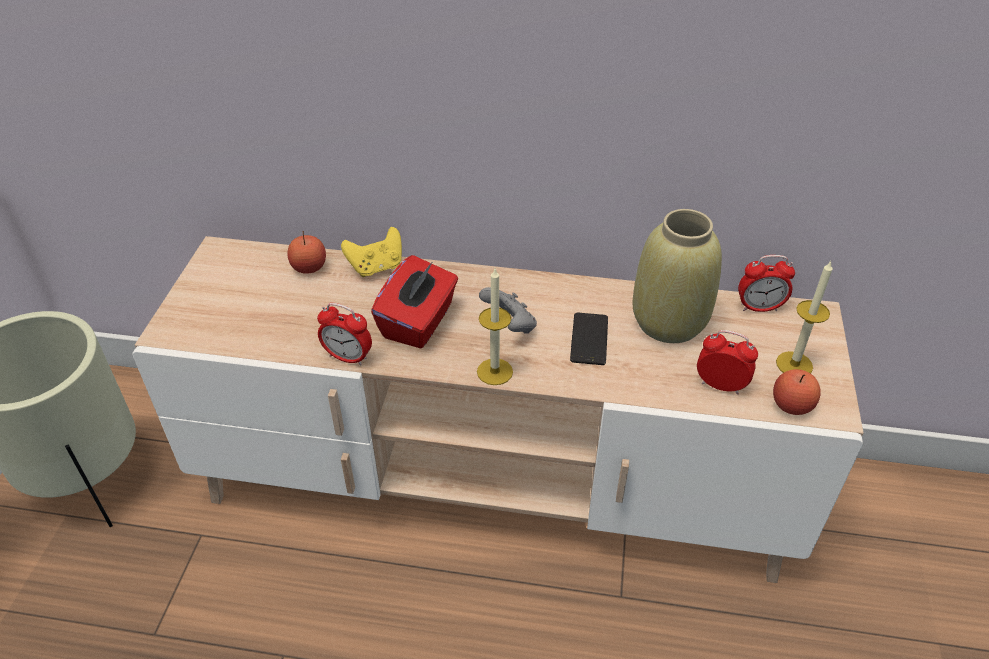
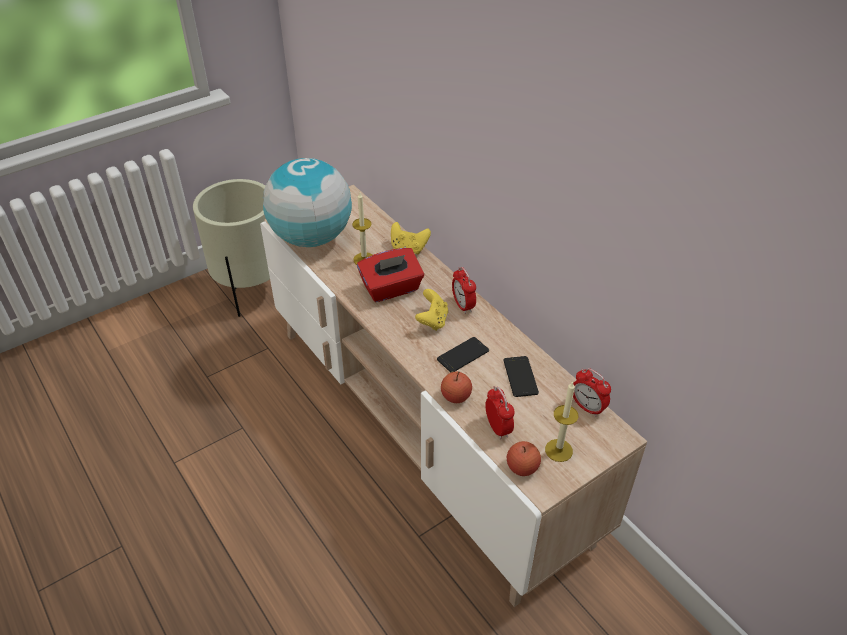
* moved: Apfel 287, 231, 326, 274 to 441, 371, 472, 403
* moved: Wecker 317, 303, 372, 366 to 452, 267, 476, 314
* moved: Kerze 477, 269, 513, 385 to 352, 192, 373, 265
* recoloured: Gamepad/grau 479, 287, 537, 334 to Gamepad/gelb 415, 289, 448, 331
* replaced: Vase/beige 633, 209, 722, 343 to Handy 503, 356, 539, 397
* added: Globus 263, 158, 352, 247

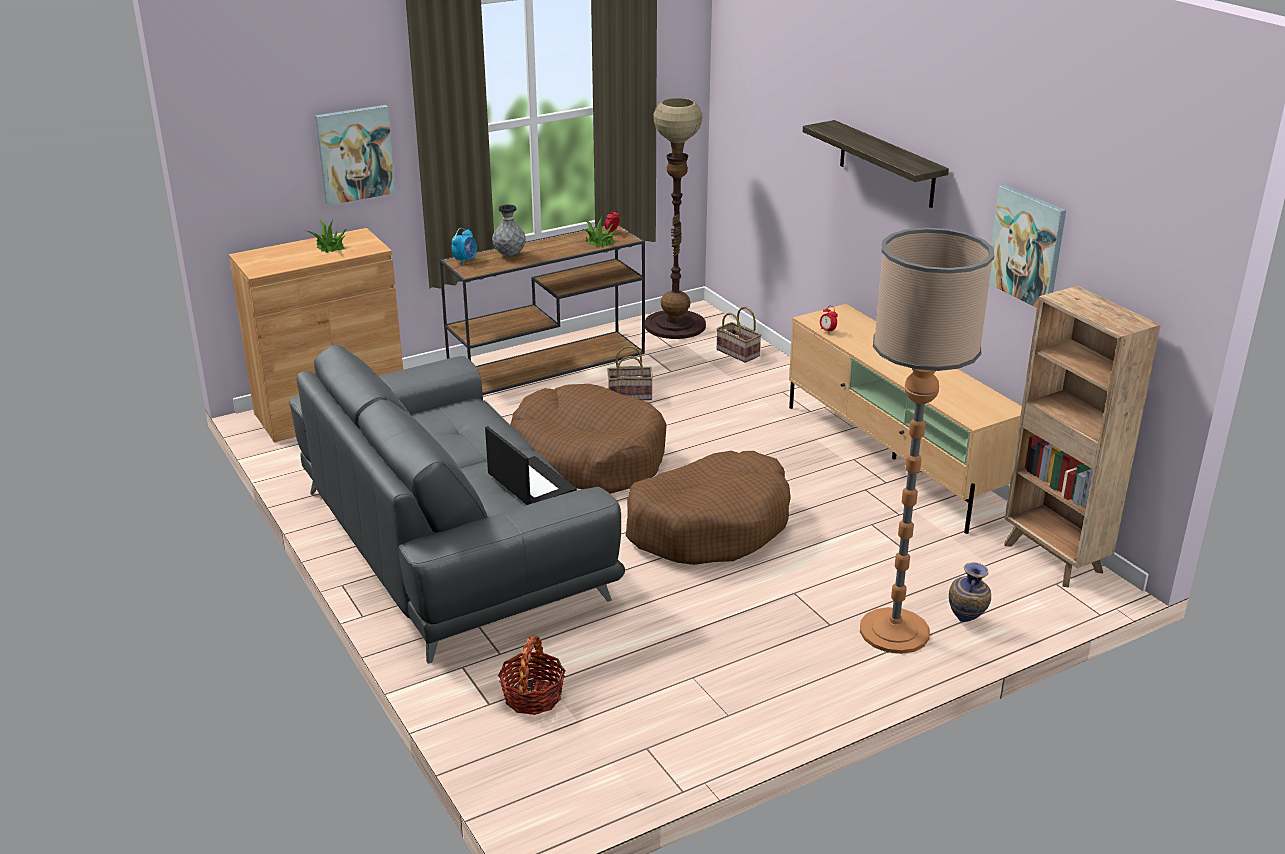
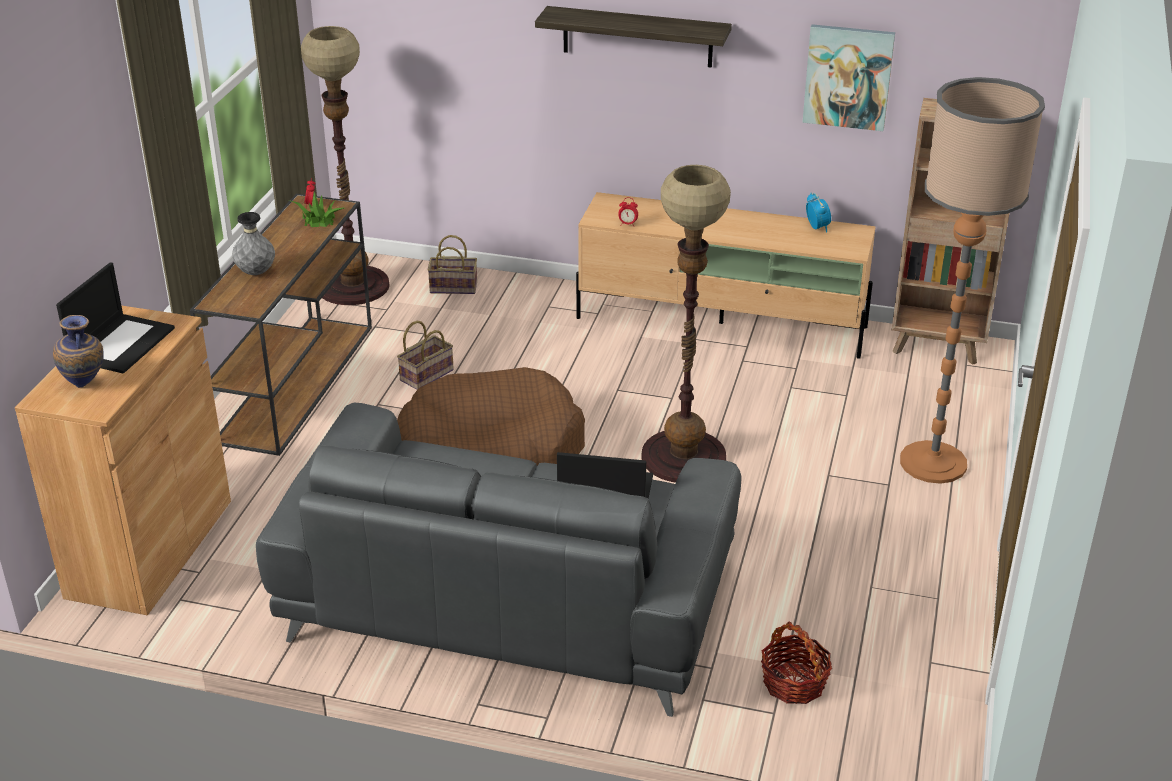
* replaced: Topfpflanze 307, 220, 346, 253 to Laptop 56, 262, 175, 373
* removed: Bild 315, 105, 396, 205
* moved: Wecker 452, 228, 477, 265 to 806, 193, 831, 233
* replaced: Hundebett/braun 626, 451, 791, 565 to Stehlampe 641, 165, 731, 483
* moved: Vase 949, 562, 991, 622 to 53, 315, 104, 388

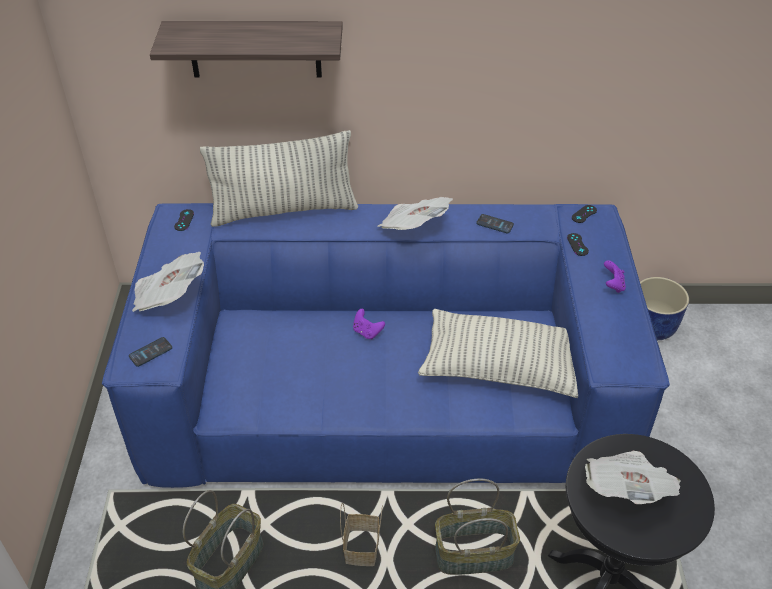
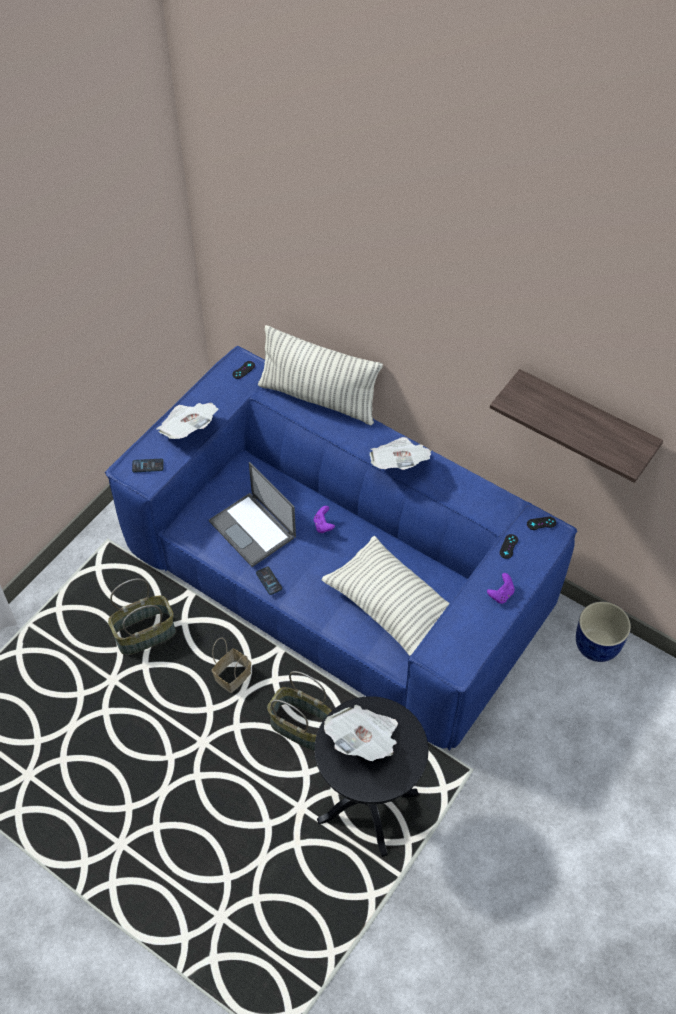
* moved: Wandregal 150, 21, 343, 78 to 490, 369, 663, 483
* moved: Handy 476, 214, 514, 233 to 256, 566, 282, 595
* added: Laptop 209, 462, 296, 567

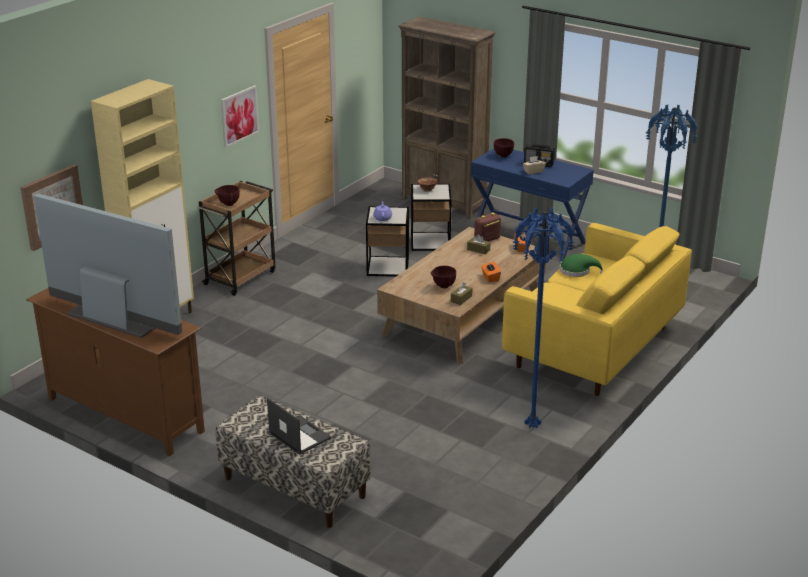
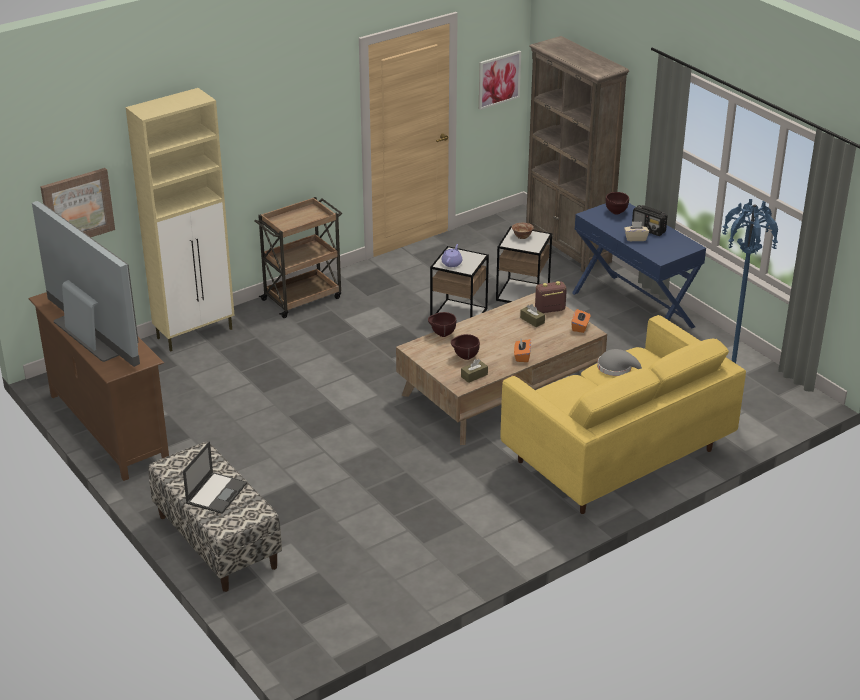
* moved: Schüssel/braun 215, 185, 240, 206 to 428, 312, 456, 337
* moved: Bild 221, 85, 259, 148 to 479, 51, 521, 110
* turned: Laptop 267, 398, 331, 455 = 183, 441, 247, 514 45 degrees clockwise
* removed: Stehlampe/blau 513, 208, 574, 428
* recoloured: Hut/grün 560, 254, 604, 277 to Hut/grau 597, 349, 642, 376

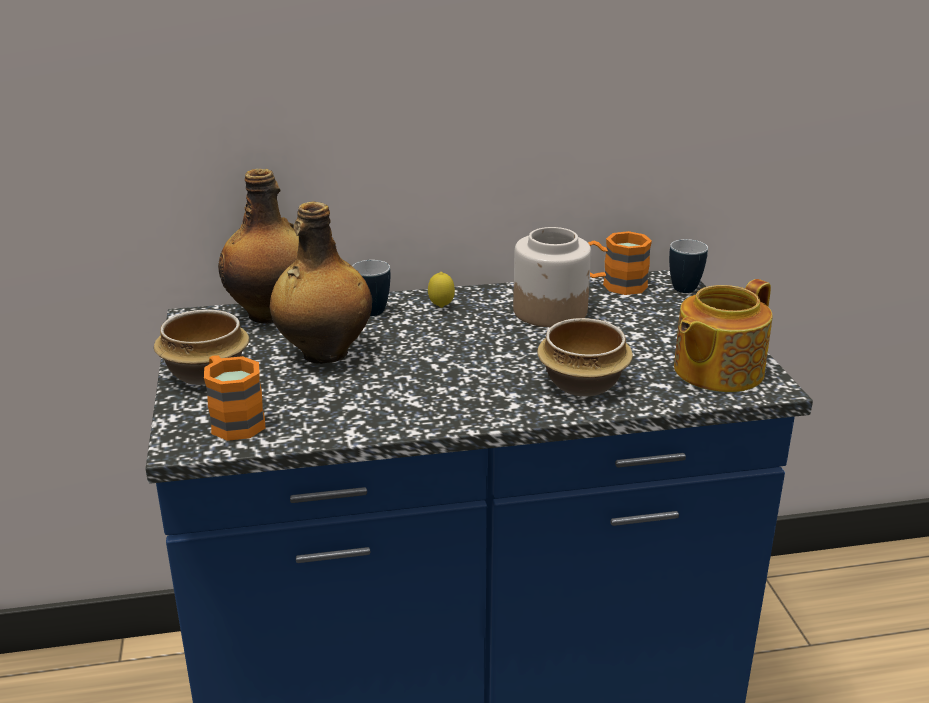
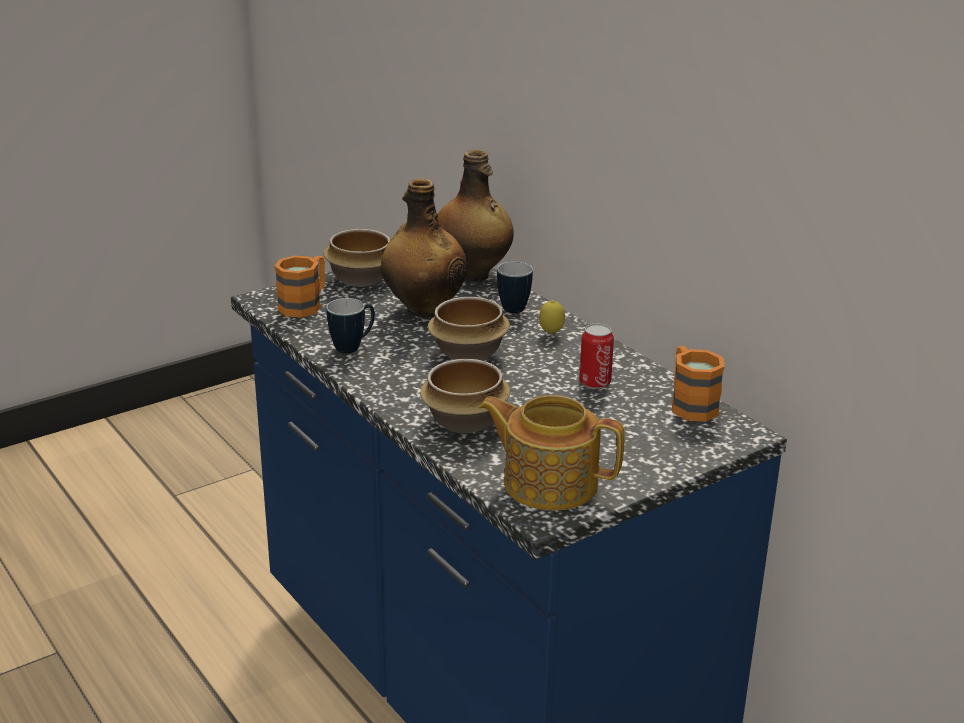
* replaced: Vorratsglas 513, 227, 591, 327 to Dose 579, 324, 614, 389
* moved: Henkelbecher 669, 239, 708, 293 to 326, 298, 375, 353
* added: Schüssel 428, 297, 510, 361

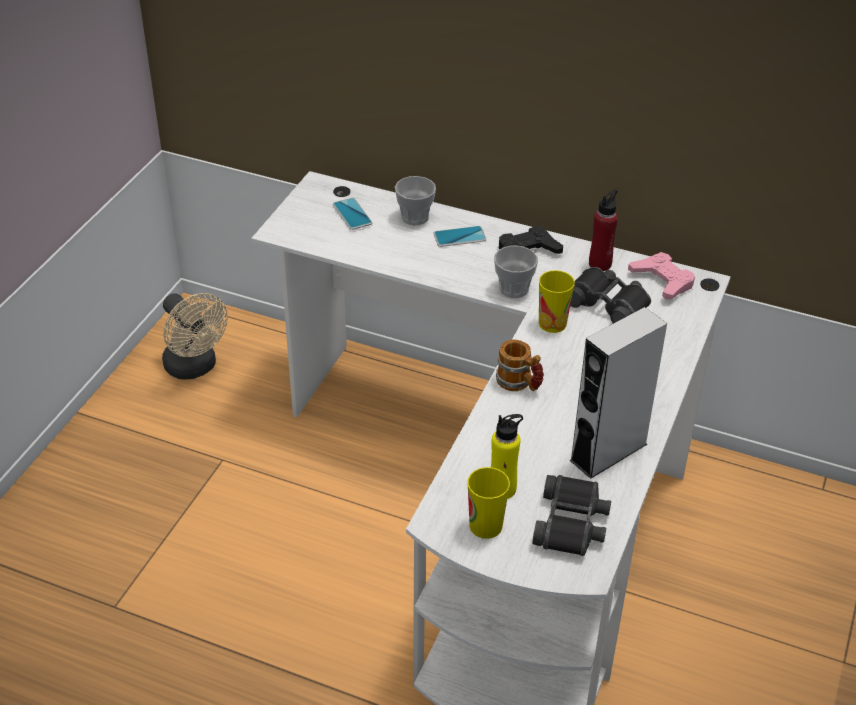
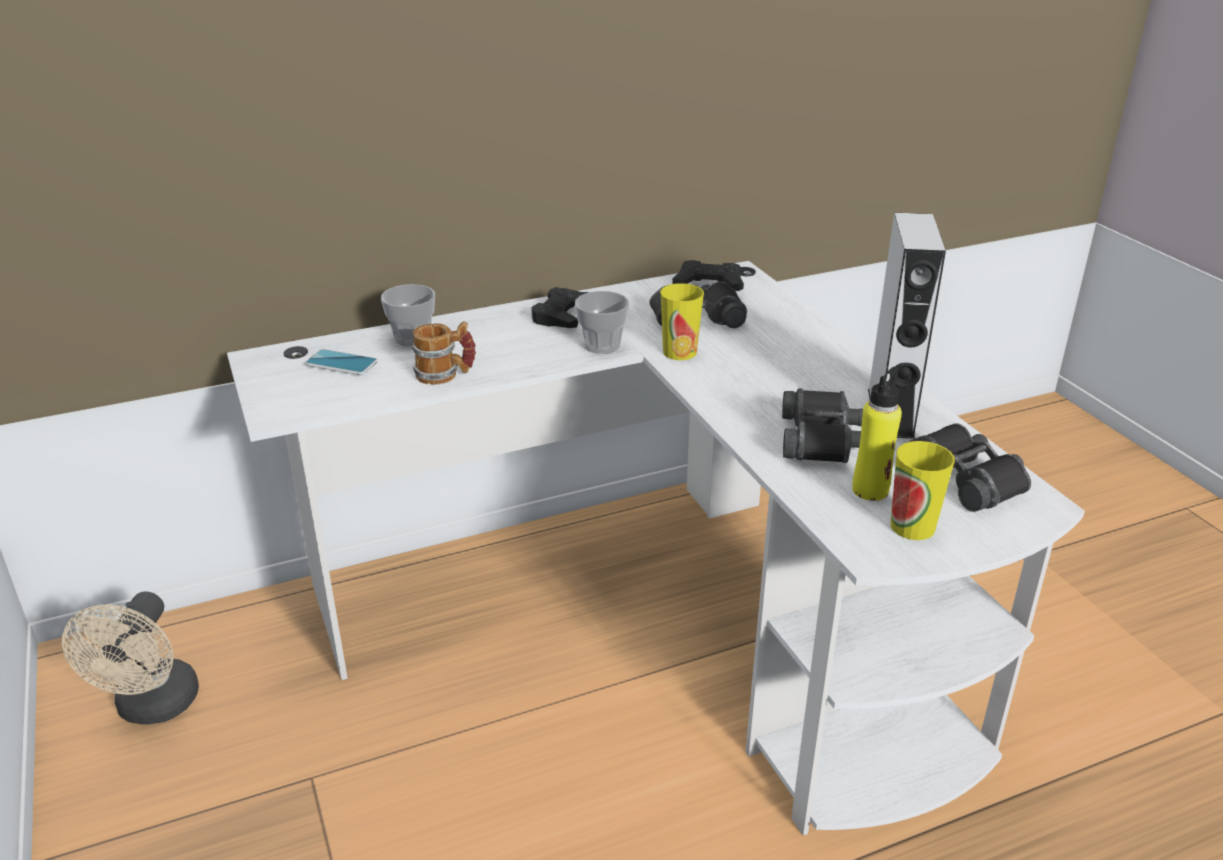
* turned: Ventilator/beige 162, 293, 228, 380 = 62, 592, 199, 724 90 degrees clockwise
* removed: Handy 433, 226, 487, 247
* moved: Henkelbecher 496, 340, 544, 391 to 412, 321, 476, 385
* removed: Flasche/rot 589, 189, 618, 271
* recoloured: Gamepad/rosa 628, 252, 695, 299 to Gamepad/schwarz 672, 260, 744, 291
* added: Fernglas/schwarz 782, 388, 863, 463

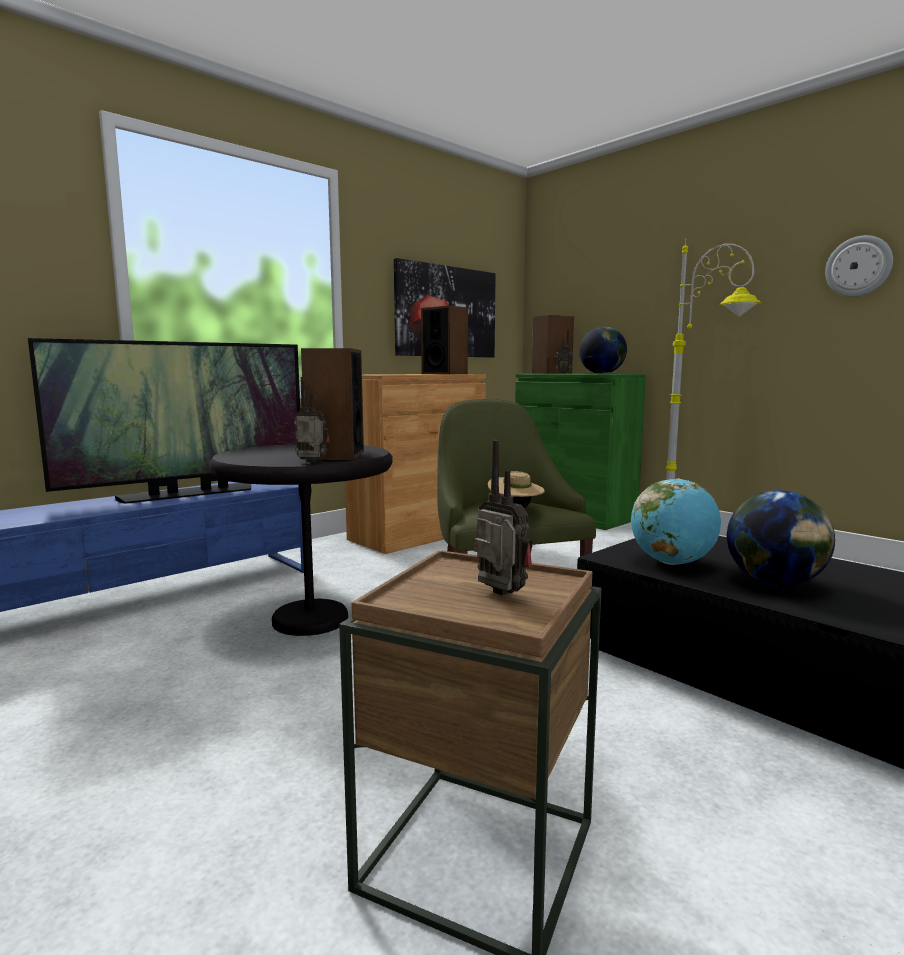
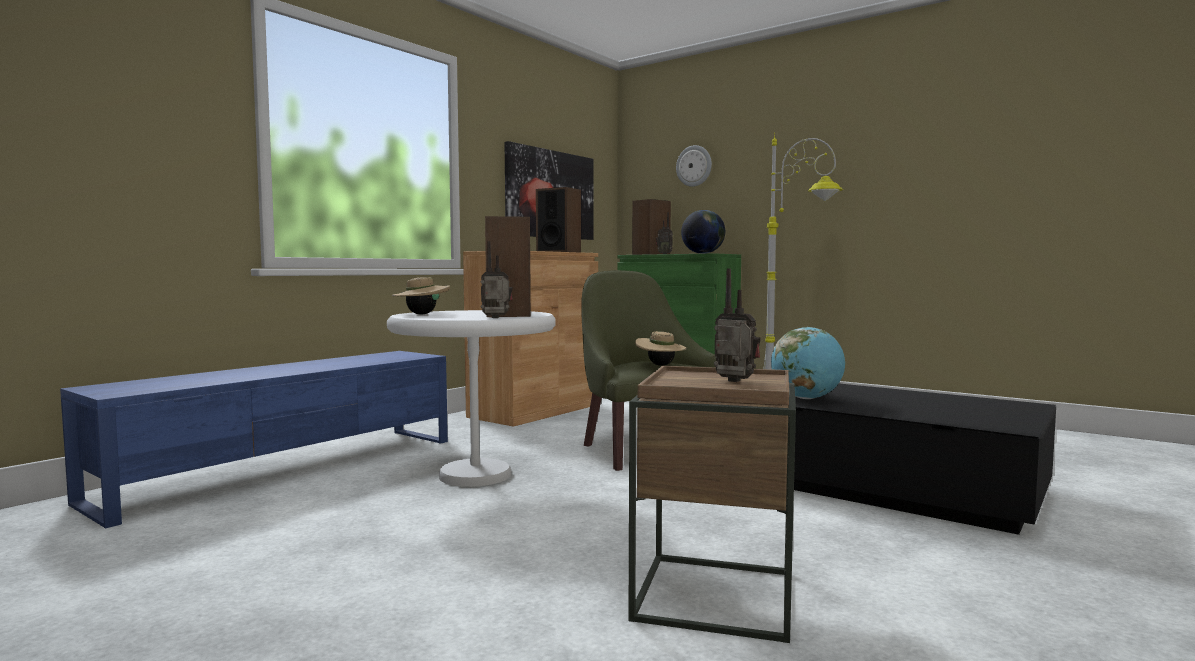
* removed: Fernseher 28, 338, 300, 504
* recoloured: Beistelltisch/schwarz 209, 444, 392, 636 to Beistelltisch/weiß 387, 310, 556, 487
* removed: Globus 727, 490, 835, 586
* moved: Wanduhr 825, 235, 893, 297 to 676, 145, 712, 187
* added: Hut/beige 392, 277, 450, 314

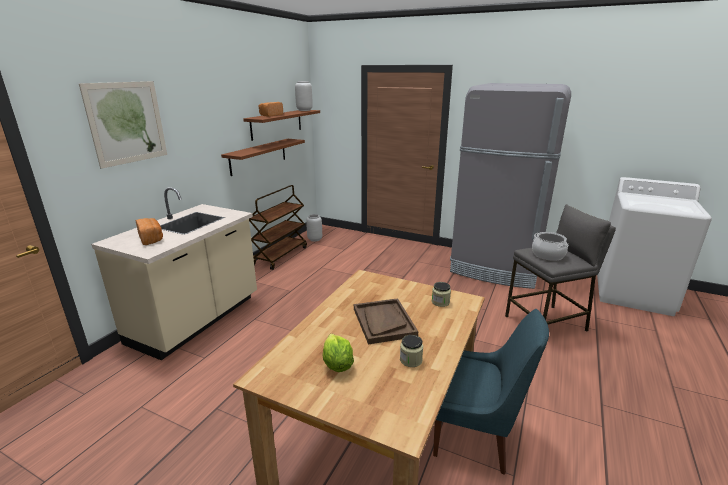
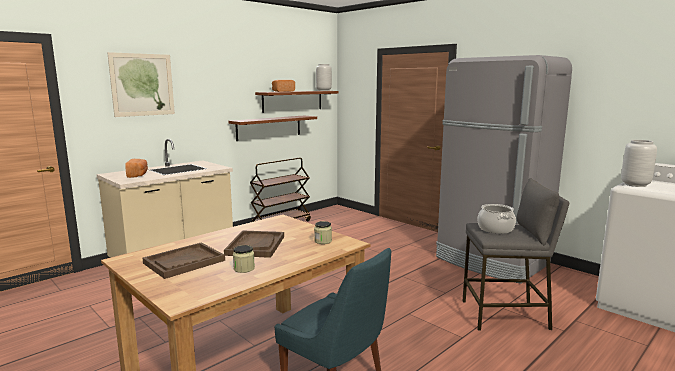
* moved: Vase/grau 306, 214, 322, 242 to 621, 140, 657, 187
* replaced: Salatkopf 323, 333, 354, 372 to Tablett/braun 143, 243, 225, 279

